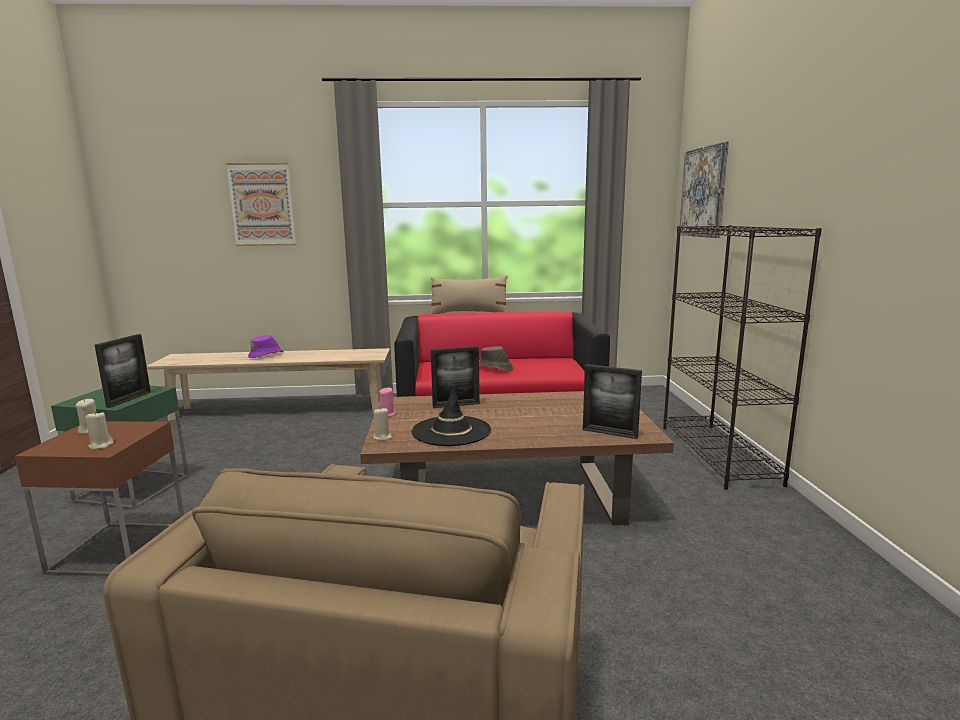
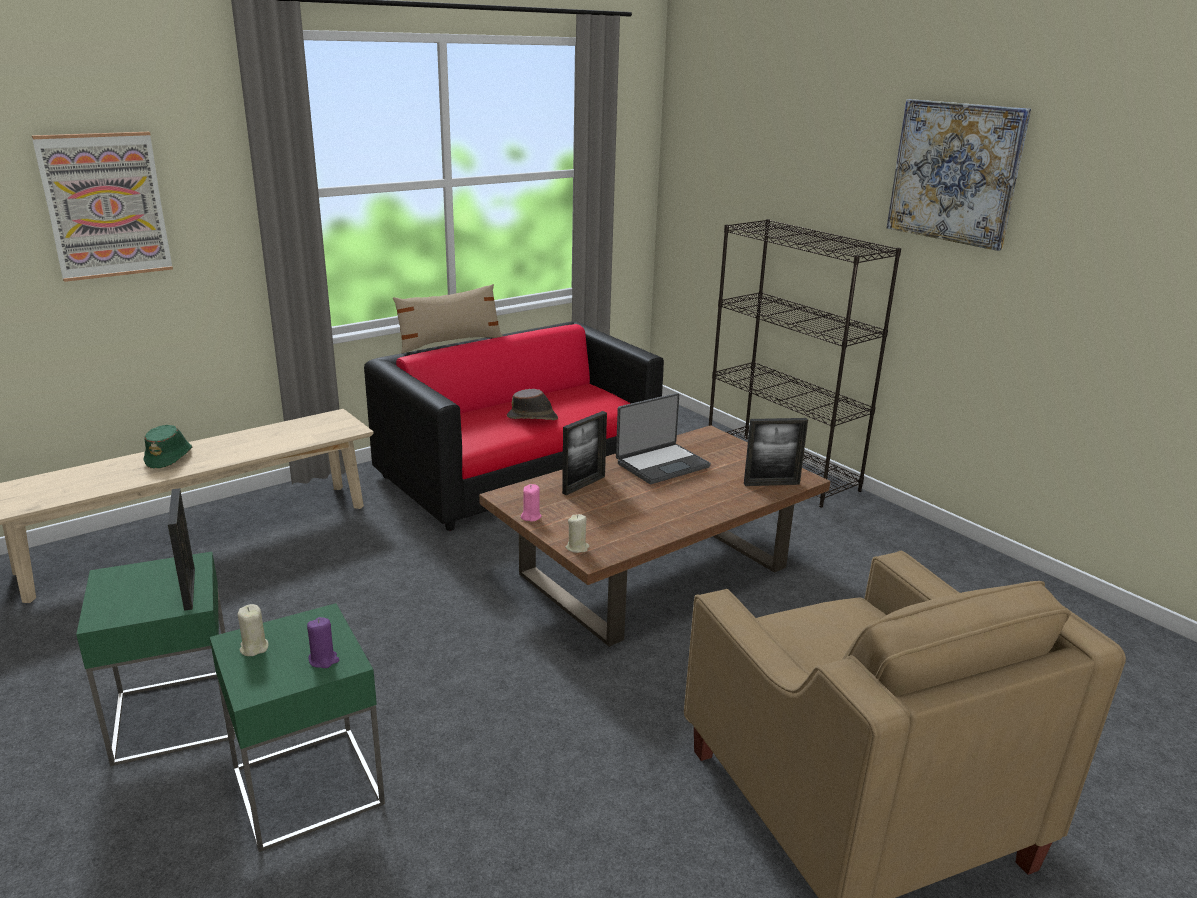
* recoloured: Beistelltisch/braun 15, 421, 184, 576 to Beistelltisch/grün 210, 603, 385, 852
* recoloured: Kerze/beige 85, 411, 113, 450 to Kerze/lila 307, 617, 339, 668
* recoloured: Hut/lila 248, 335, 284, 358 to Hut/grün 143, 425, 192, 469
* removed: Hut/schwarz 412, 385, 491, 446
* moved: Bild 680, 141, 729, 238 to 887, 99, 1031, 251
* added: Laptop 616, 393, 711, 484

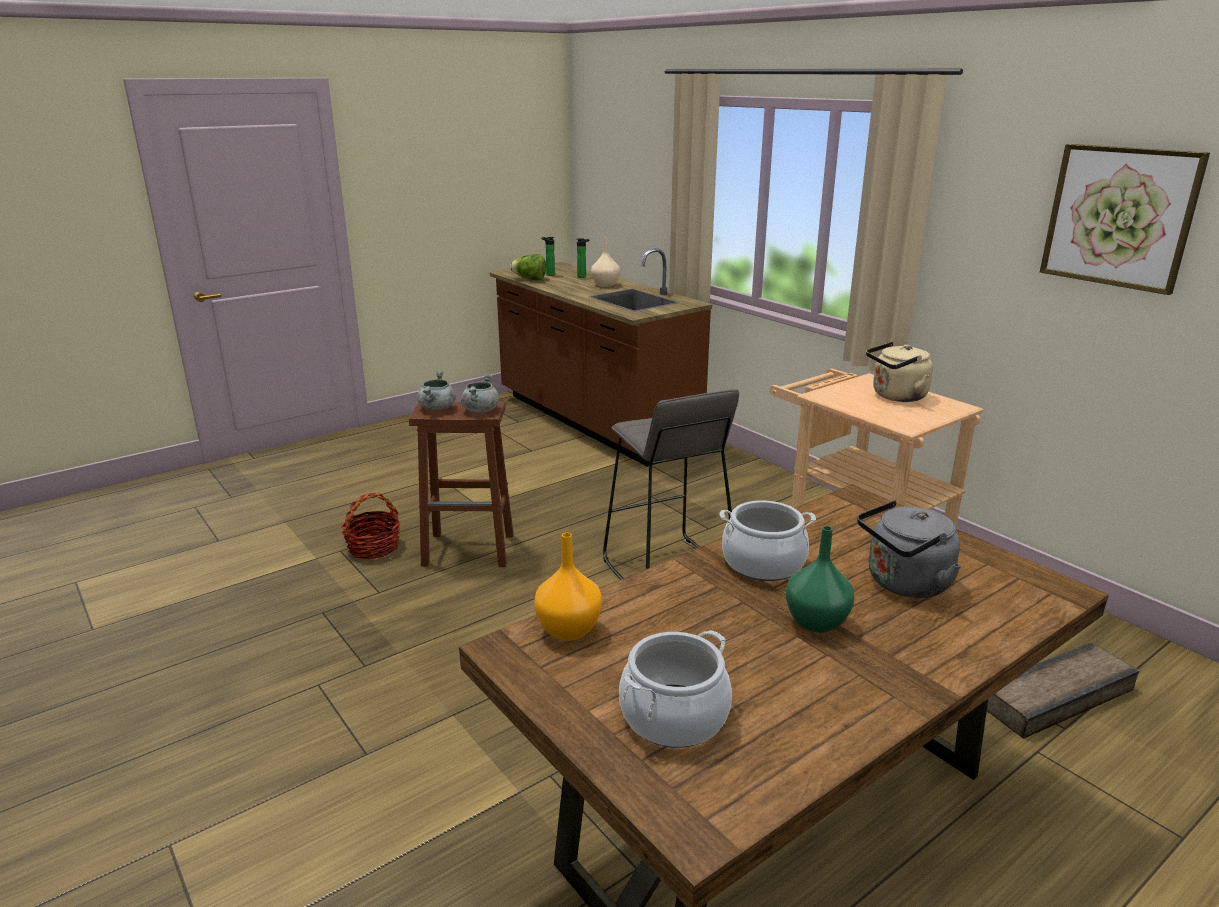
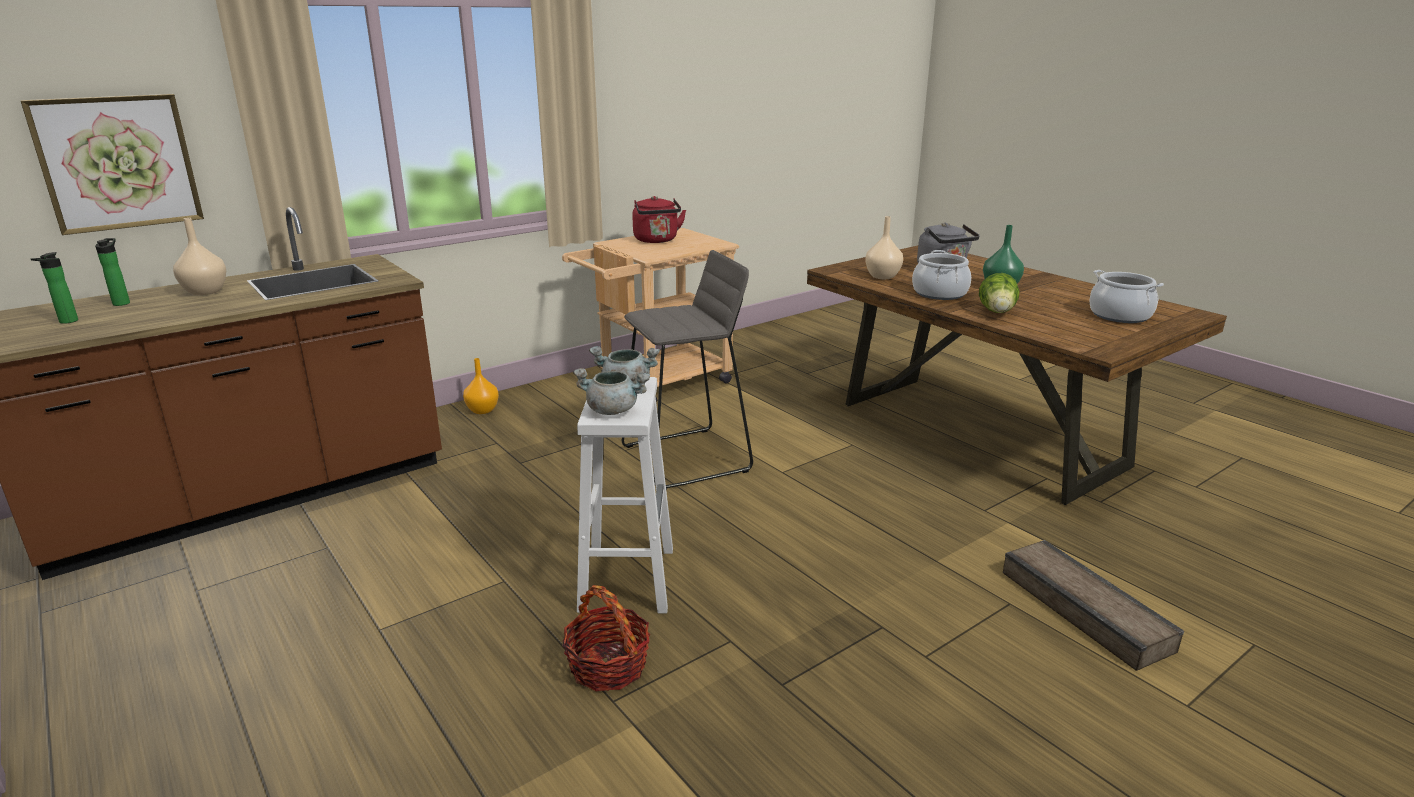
* recoloured: Hocker/braun 409, 401, 514, 567 to Hocker/weiß 577, 377, 673, 613
* moved: Salatkopf 510, 254, 546, 280 to 979, 273, 1019, 313
* moved: Vase/orange 534, 533, 602, 641 to 463, 358, 499, 414
* recoloured: Wasserkessel/beige 866, 342, 933, 402 to Wasserkessel/rot 632, 196, 686, 243
* moved: Kiste 987, 642, 1139, 739 to 1003, 540, 1184, 671
* moved: Bild 1040, 144, 1210, 295 to 21, 94, 204, 235
* added: Vase/beige 865, 216, 903, 279

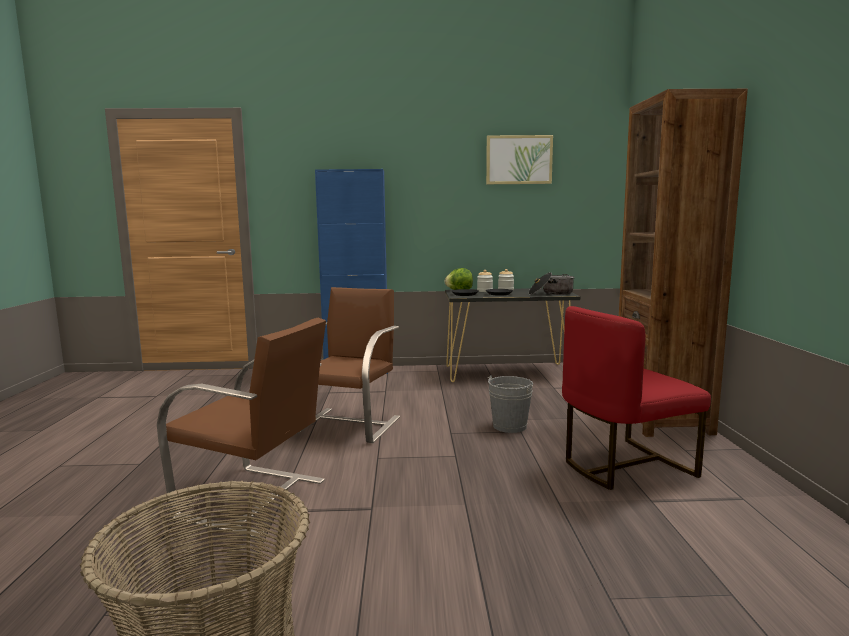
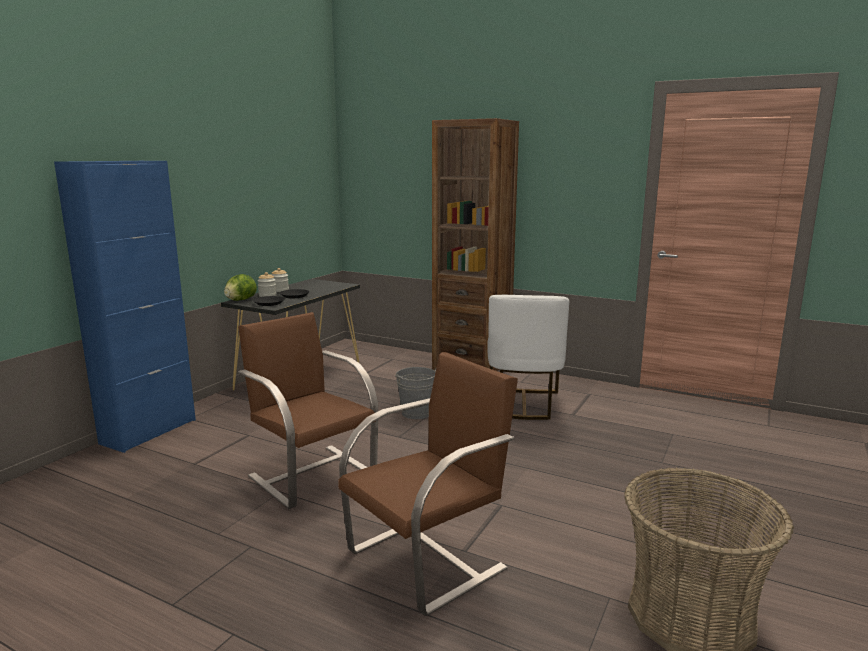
* removed: Bild 486, 135, 553, 184
* removed: Kochtopf 529, 272, 575, 295
* recoloured: Stuhl/rot 562, 306, 711, 490 to Stuhl/weiß 488, 295, 569, 420

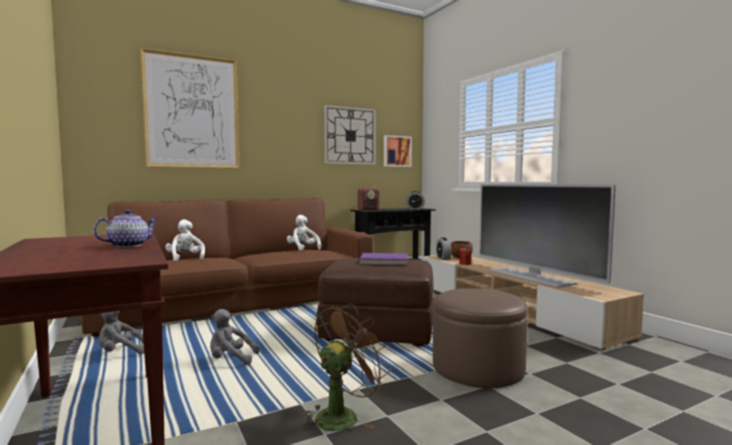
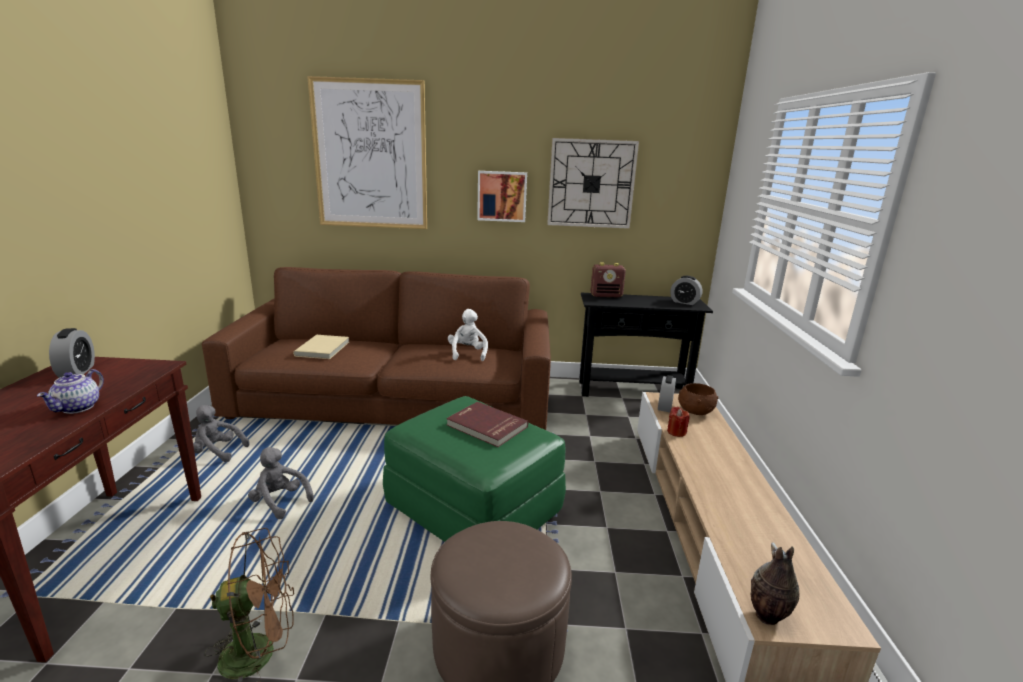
* turned: Teekanne 93, 210, 158, 247 = 37, 369, 104, 414 120 degrees clockwise
* replaced: Plüschtier/weiß 165, 219, 205, 261 to Buch/beige 293, 335, 349, 359
* recoloured: Polsterhocker/braun 316, 258, 434, 346 to Polsterhocker/grün 383, 396, 566, 542
* recoloured: Buch/lila 360, 253, 407, 265 to Buch/rot 446, 402, 528, 447
* moved: Bild 384, 135, 412, 167 to 477, 171, 527, 222
* removed: Fernseher 479, 184, 616, 288
* added: Wecker 49, 328, 95, 378
* added: Vase 750, 542, 799, 625

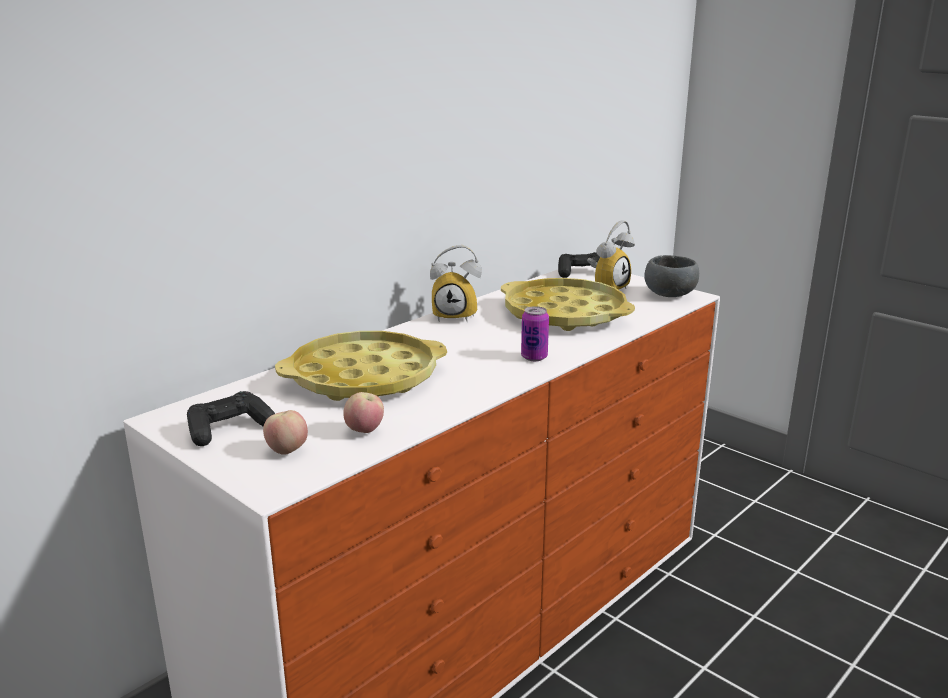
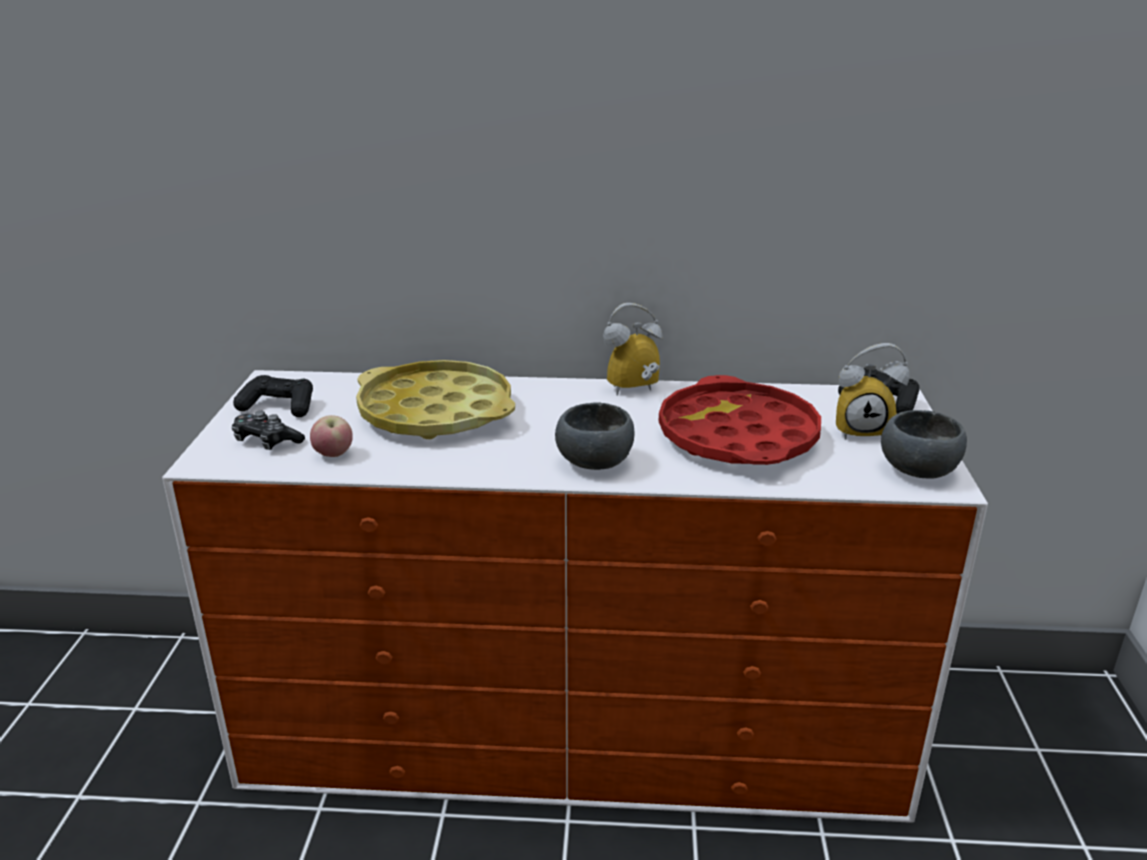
* replaced: Apfel 263, 410, 308, 455 to Gamepad 232, 411, 305, 450
* turned: Wecker 430, 245, 482, 322 = 603, 303, 663, 396 105 degrees clockwise
* recoloured: Tablett/gelb 501, 278, 635, 331 to Tablett/rot 658, 375, 821, 465
* replaced: Dose 521, 306, 549, 361 to Schüssel/grau 555, 402, 634, 470

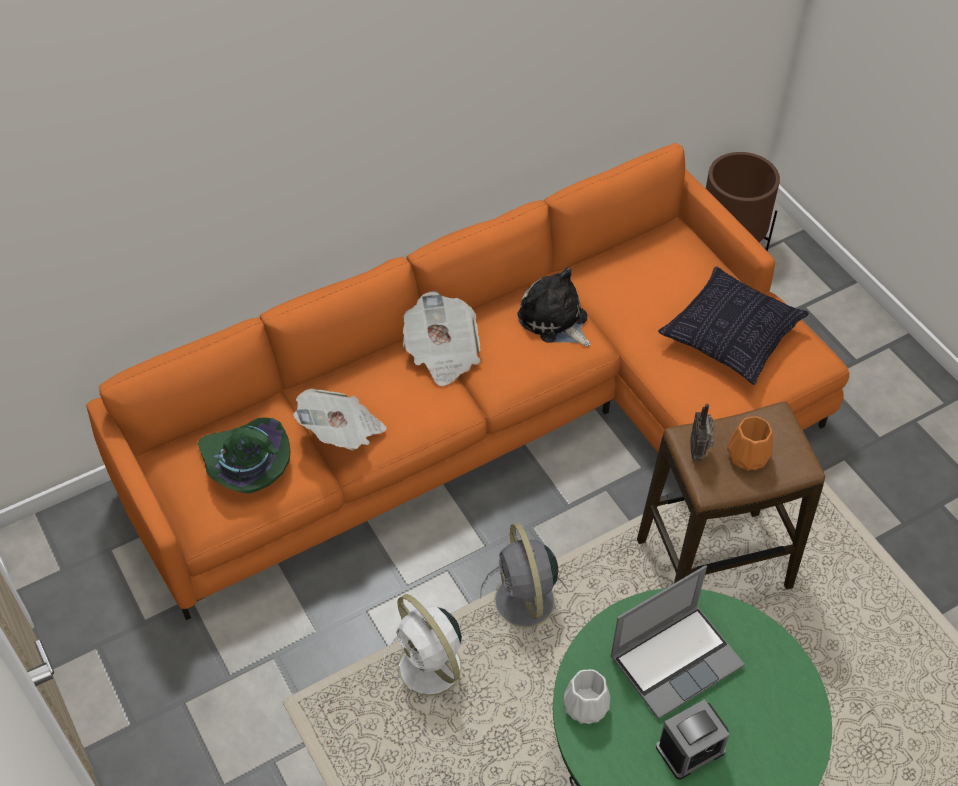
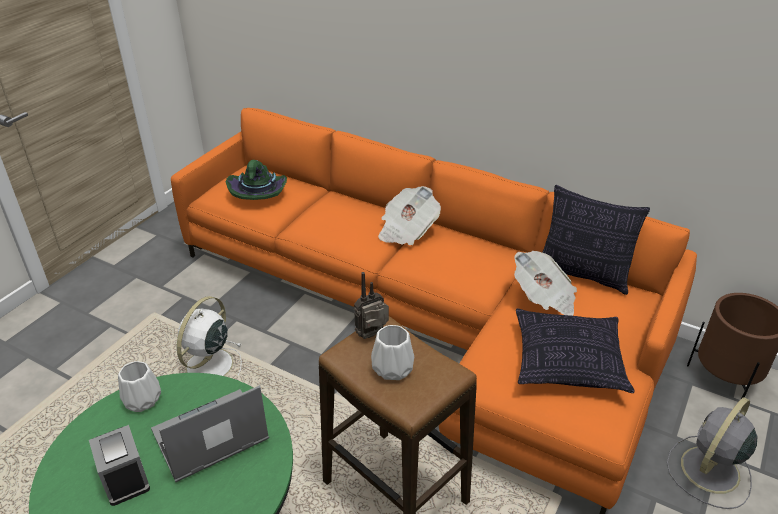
* moved: Zeitung 293, 388, 386, 450 to 514, 251, 577, 316
* moved: Ventilator/grau 480, 523, 568, 640 to 667, 397, 758, 509
* removed: Plüschtier 517, 267, 591, 346
* turned: Laptop 610, 565, 745, 719 = 151, 385, 269, 482 120 degrees clockwise
* turned: Wecker 656, 699, 730, 780 = 89, 425, 150, 506 150 degrees counterclockwise
* recoloured: Vase/orange 727, 416, 773, 471 to Vase/weiß 371, 325, 414, 380
* added: Kissen 542, 185, 650, 295

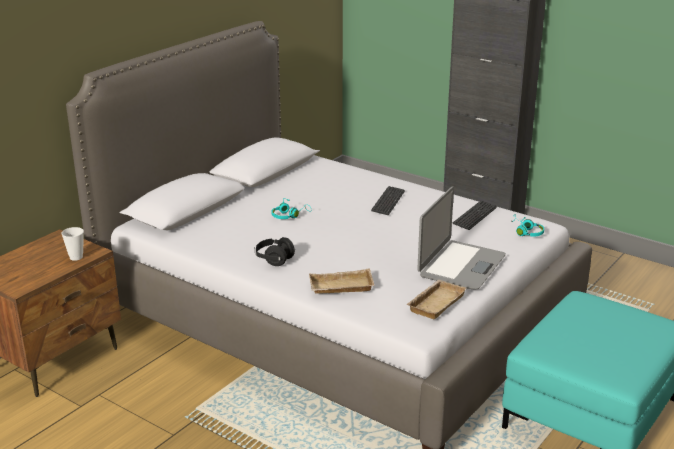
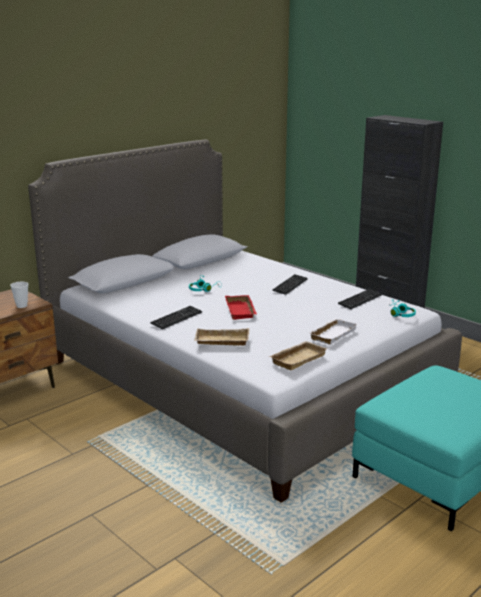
* replaced: Kopfhörer/schwarz 255, 237, 296, 266 to Tastatur 150, 306, 202, 329
* replaced: Laptop 417, 187, 506, 290 to Tablett/weiß 309, 318, 357, 345
* added: Tablett/rot 225, 295, 257, 320

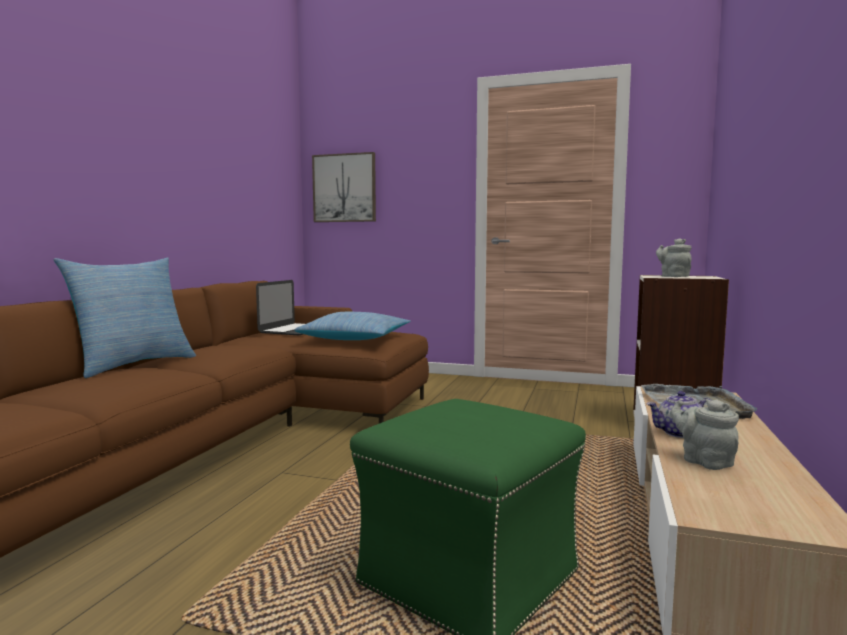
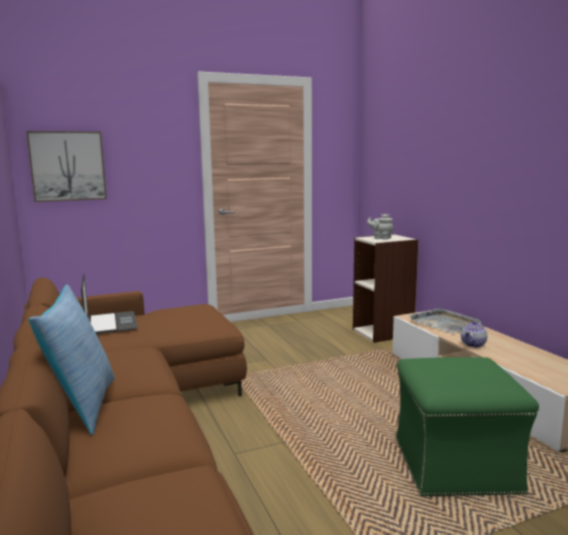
* removed: Kissen 295, 312, 411, 340
* removed: Teekanne/grau 670, 399, 739, 470

